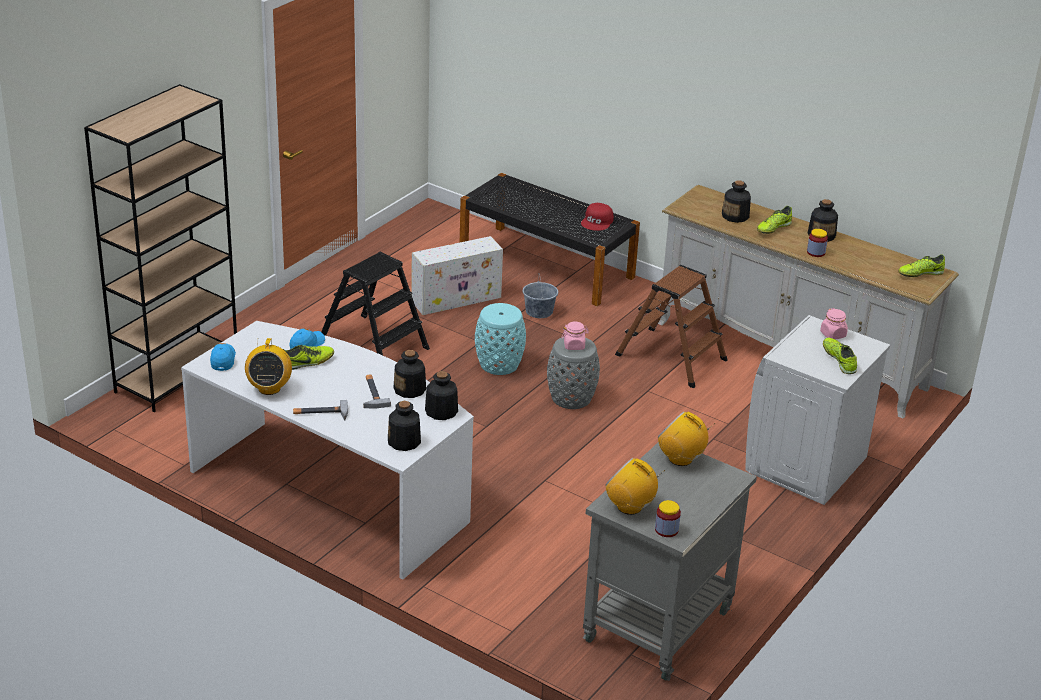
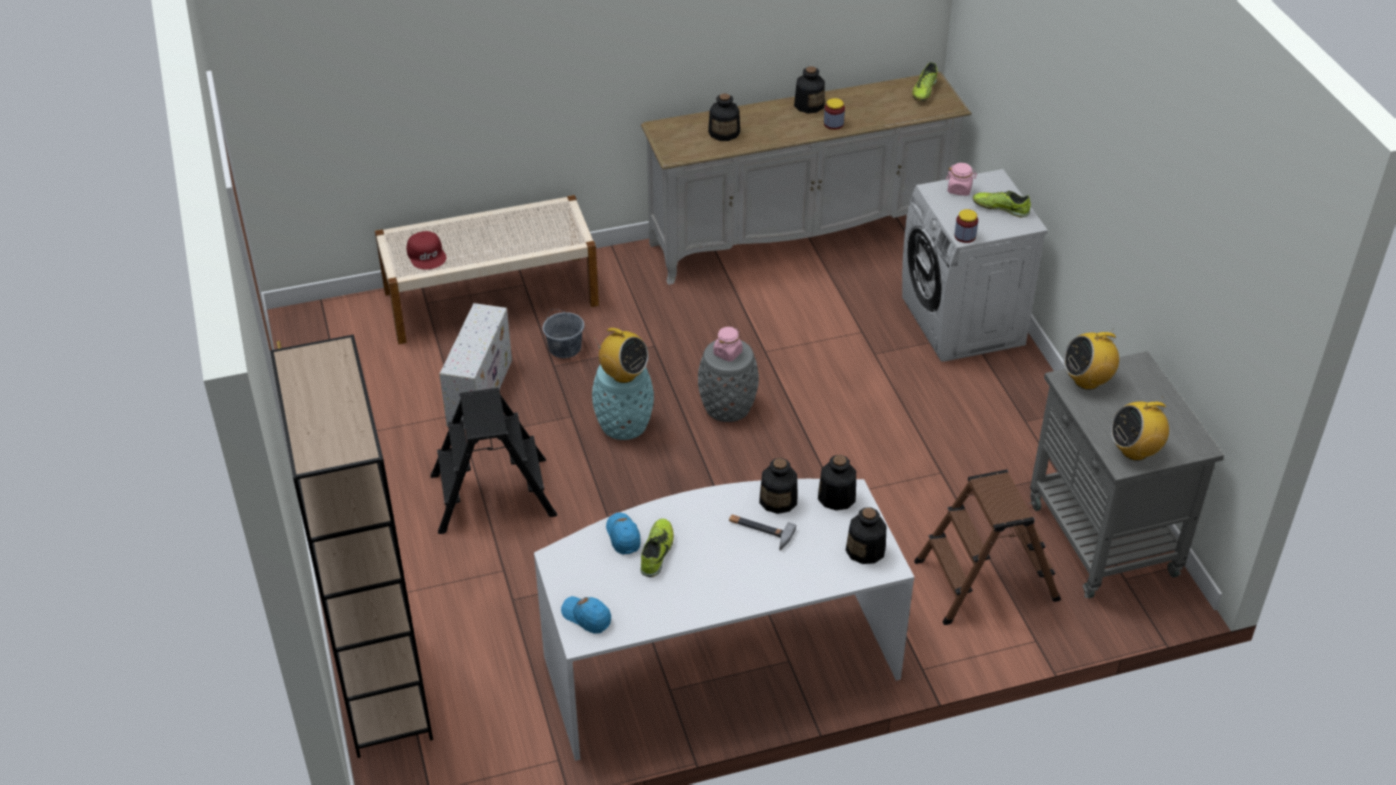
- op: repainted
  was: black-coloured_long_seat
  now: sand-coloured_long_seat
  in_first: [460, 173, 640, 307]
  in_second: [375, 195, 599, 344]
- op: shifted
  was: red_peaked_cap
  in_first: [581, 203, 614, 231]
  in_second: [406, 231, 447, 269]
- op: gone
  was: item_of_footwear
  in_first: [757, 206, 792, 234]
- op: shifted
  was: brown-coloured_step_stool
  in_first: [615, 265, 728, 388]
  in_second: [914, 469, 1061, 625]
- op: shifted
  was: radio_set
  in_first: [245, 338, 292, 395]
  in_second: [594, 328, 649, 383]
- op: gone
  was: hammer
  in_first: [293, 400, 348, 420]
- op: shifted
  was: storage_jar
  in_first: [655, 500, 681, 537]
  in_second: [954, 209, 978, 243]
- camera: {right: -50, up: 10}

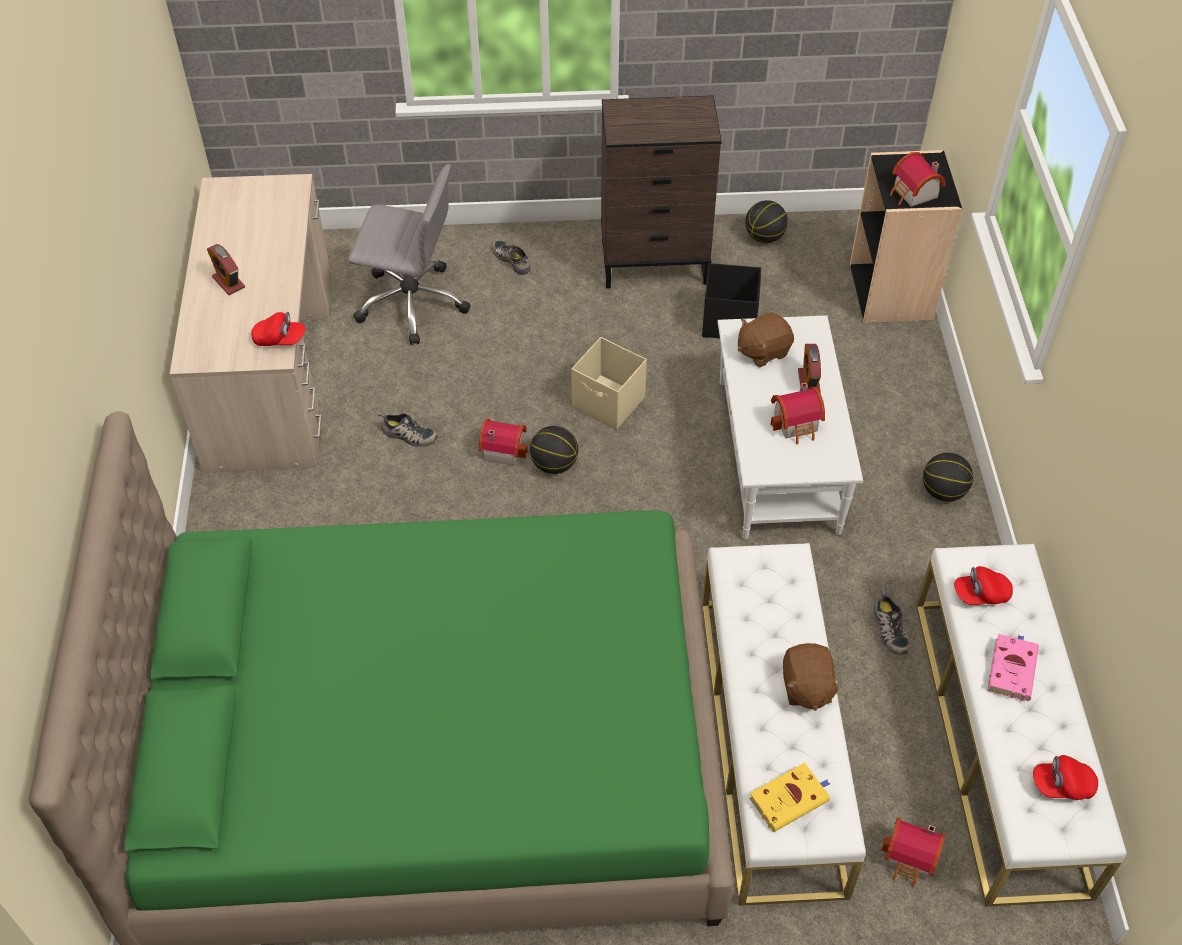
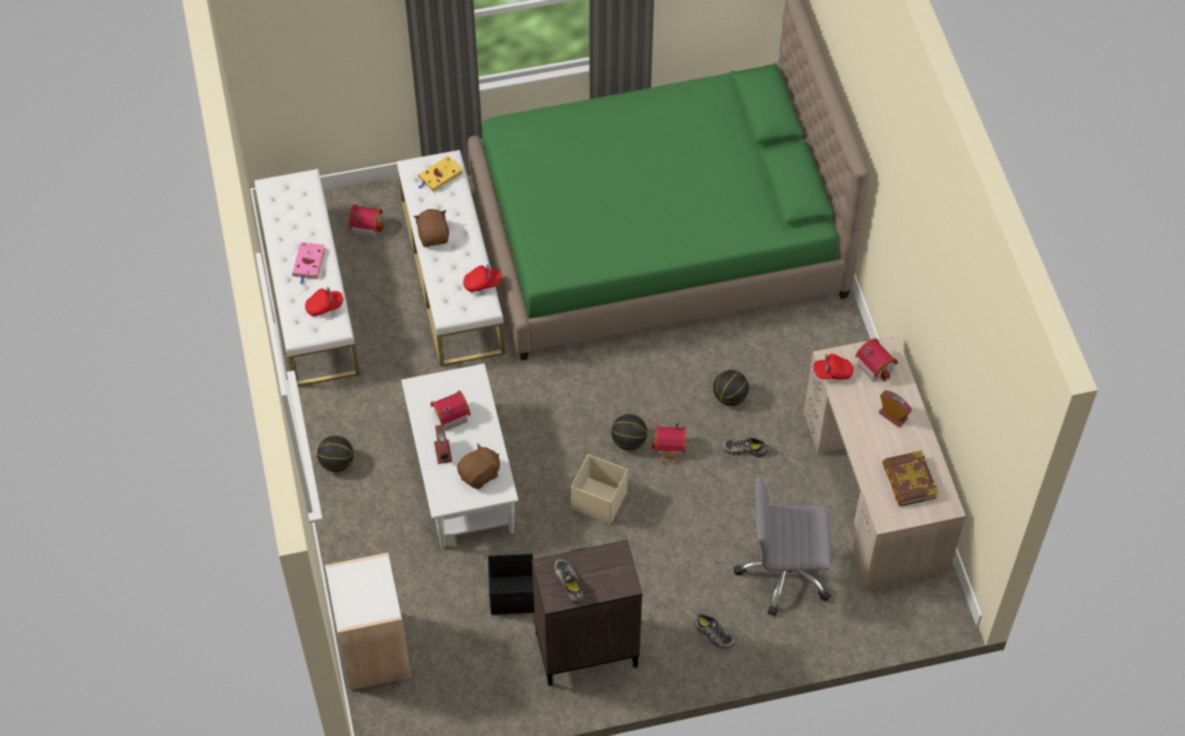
- op: repainted
  was: black-coloured_bookshelf
  now: white_bookshelf
  in_first: [850, 150, 962, 323]
  in_second: [325, 552, 411, 690]
- op: shifted
  was: model_house
  in_first: [890, 152, 946, 207]
  in_second: [855, 338, 898, 382]
- op: shifted
  was: ball_for_basketball
  in_first: [745, 200, 788, 243]
  in_second: [713, 370, 749, 406]
- op: shifted
  was: item_of_footwear
  in_first: [873, 589, 910, 655]
  in_second: [554, 559, 584, 604]
- op: shifted
  was: red_peaked_cap
  in_first: [1033, 755, 1098, 800]
  in_second: [463, 265, 501, 292]
- op: new
  now: volume
  in_second: [882, 450, 938, 507]
- camera: {right: 170, up: 5}

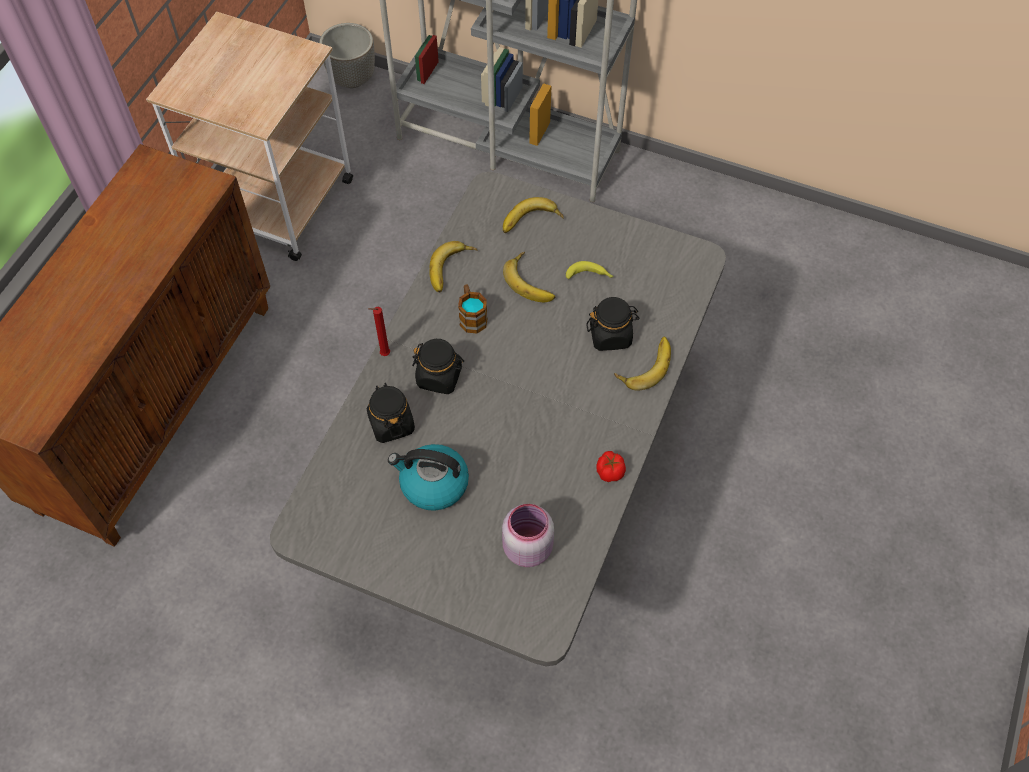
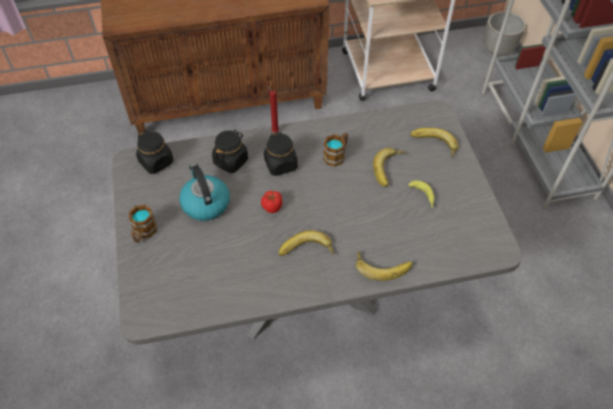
- op: shifted
  was: whole_banana
  in_first: [429, 241, 478, 292]
  in_second: [278, 230, 334, 256]
- op: shifted
  was: black-coloured_storage_jar
  in_first: [586, 297, 640, 351]
  in_second: [136, 130, 173, 174]
- op: shifted
  was: fresh_tomato
  in_first: [597, 451, 626, 482]
  in_second: [261, 190, 283, 213]
- op: gone
  was: pink_storage_jar
  in_first: [502, 504, 554, 567]
- op: new
  now: tea_mug
  in_second: [129, 205, 157, 243]
- camera: {right: 55, up: -5}

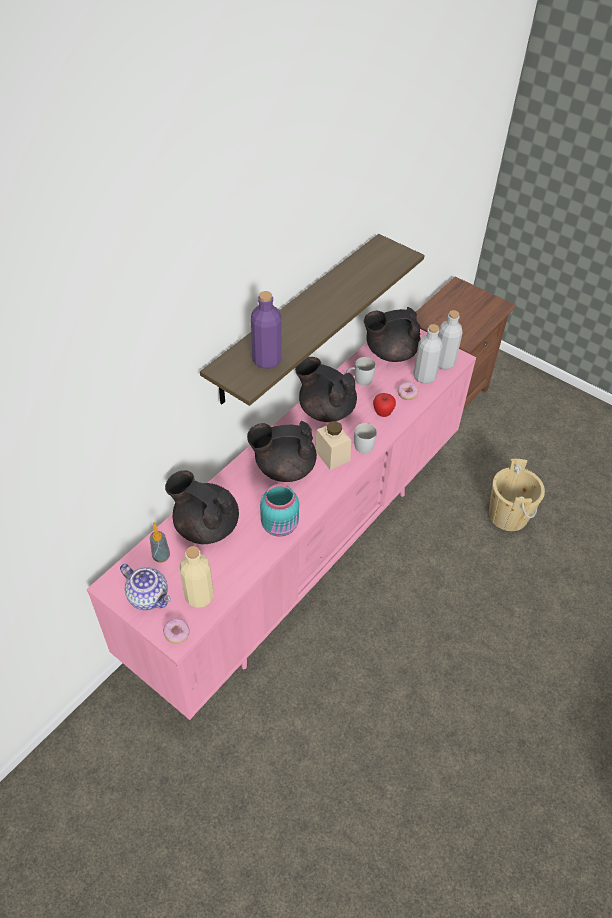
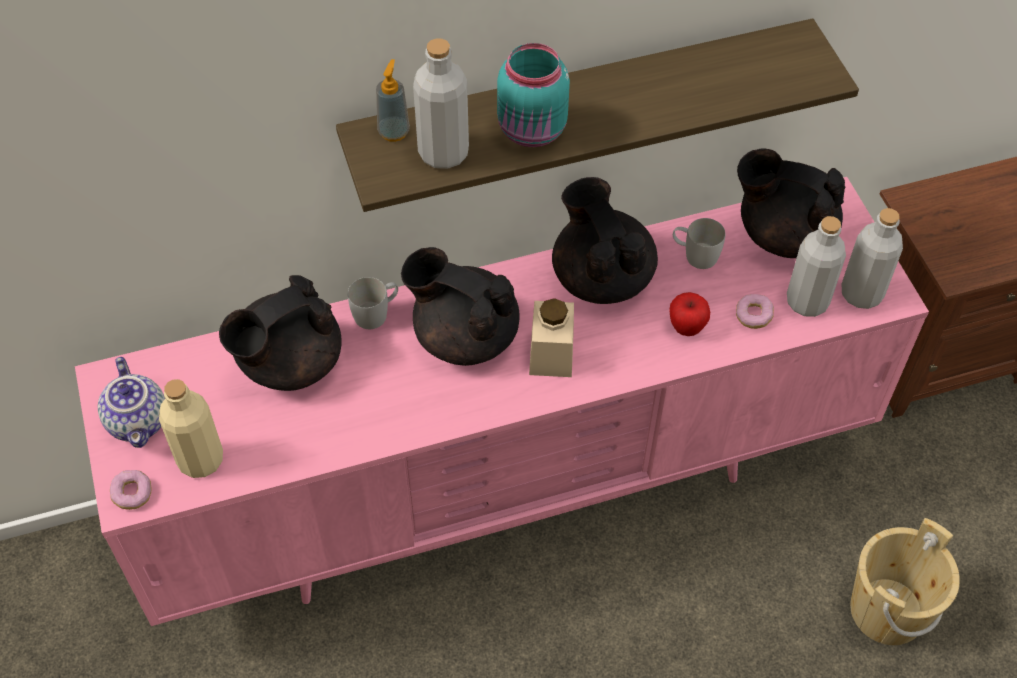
- op: repainted
  was: purple-coloured_drink_bottle
  now: gray_drink_bottle
  in_first: [251, 291, 281, 369]
  in_second: [413, 38, 469, 169]
- op: shifted
  was: white_tea_mug
  in_first: [354, 423, 377, 453]
  in_second: [348, 277, 398, 329]
- op: rotated
  was: black-coloured_teapot
  in_first: [165, 470, 239, 544]
  in_second: [219, 275, 342, 391]
  clockwise: -105
- op: shifted
  was: turquoise_storage_jar
  in_first: [260, 484, 299, 537]
  in_second: [497, 43, 570, 147]
- op: shifted
  was: liquid_soap_bottle
  in_first: [150, 522, 170, 563]
  in_second: [376, 59, 410, 142]
- camera: {right: 35, up: 5}

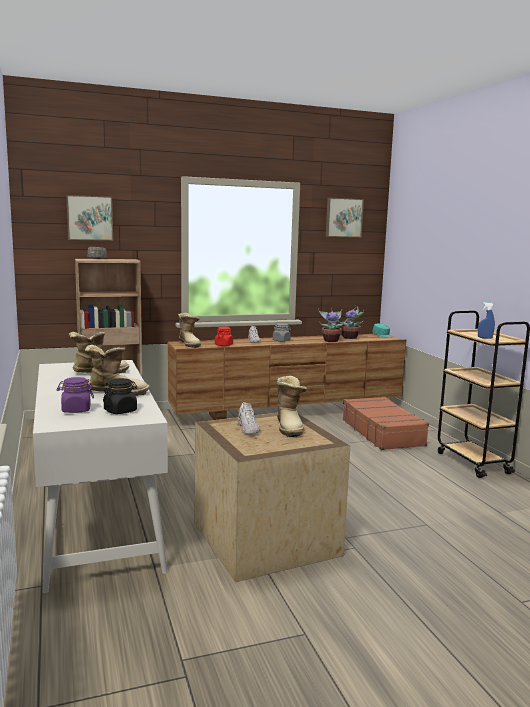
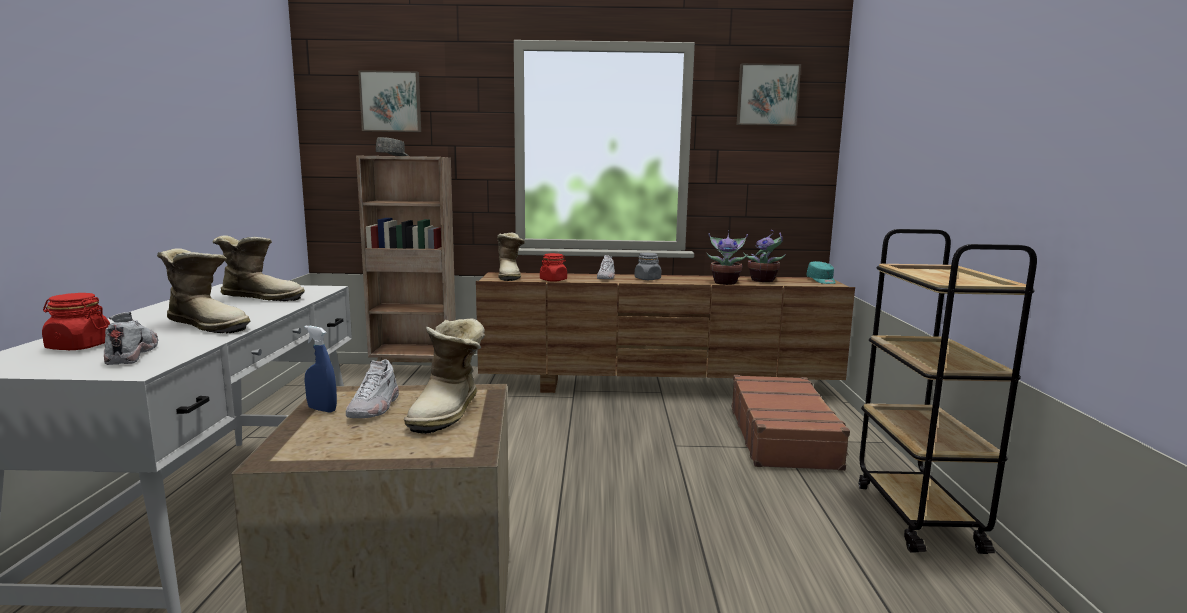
- op: shifted
  was: bluish_hand_sprayer
  in_first: [478, 302, 495, 339]
  in_second: [304, 326, 337, 413]
- op: repainted
  was: purple-coloured_storage_jar
  now: red_storage_jar
  in_first: [57, 377, 94, 413]
  in_second: [42, 293, 110, 350]
- op: swapped
  was: black-coloured_storage_jar
  now: white_item_of_footwear
  in_first: [103, 378, 137, 414]
  in_second: [104, 312, 158, 365]
- camera: {right: 20, up: 0}

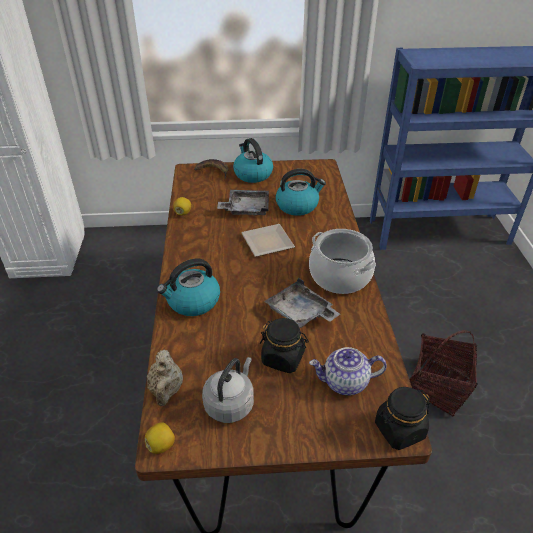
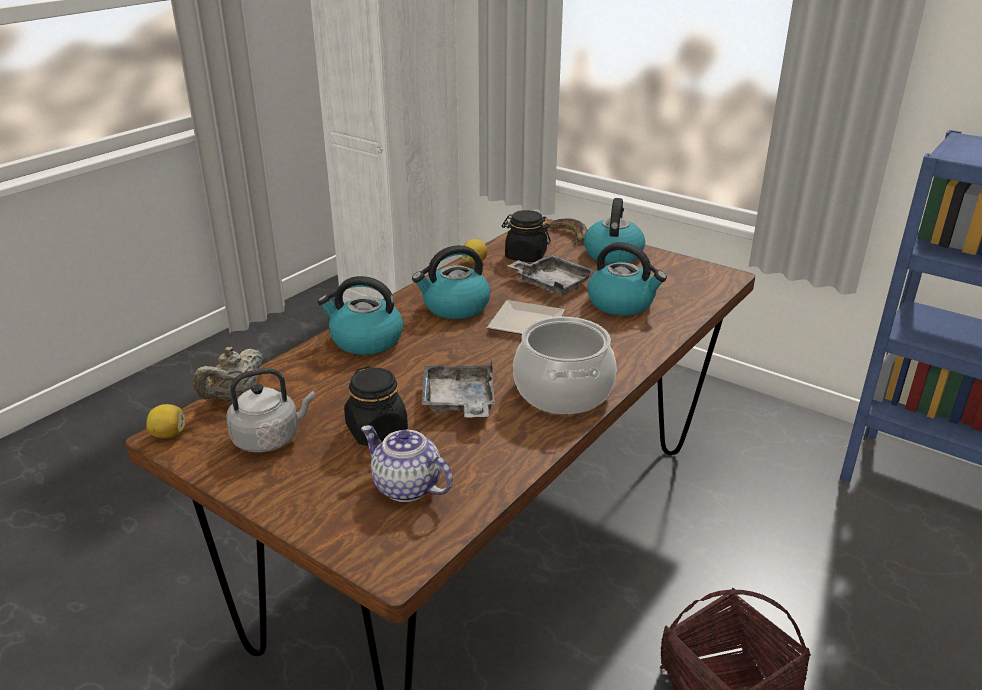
- op: shifted
  was: black-coloured_storage_jar
  in_first: [375, 387, 430, 450]
  in_second: [502, 210, 550, 262]
- op: new
  now: kettle
  in_second: [412, 245, 490, 319]
- camera: {right: 40, up: -10}

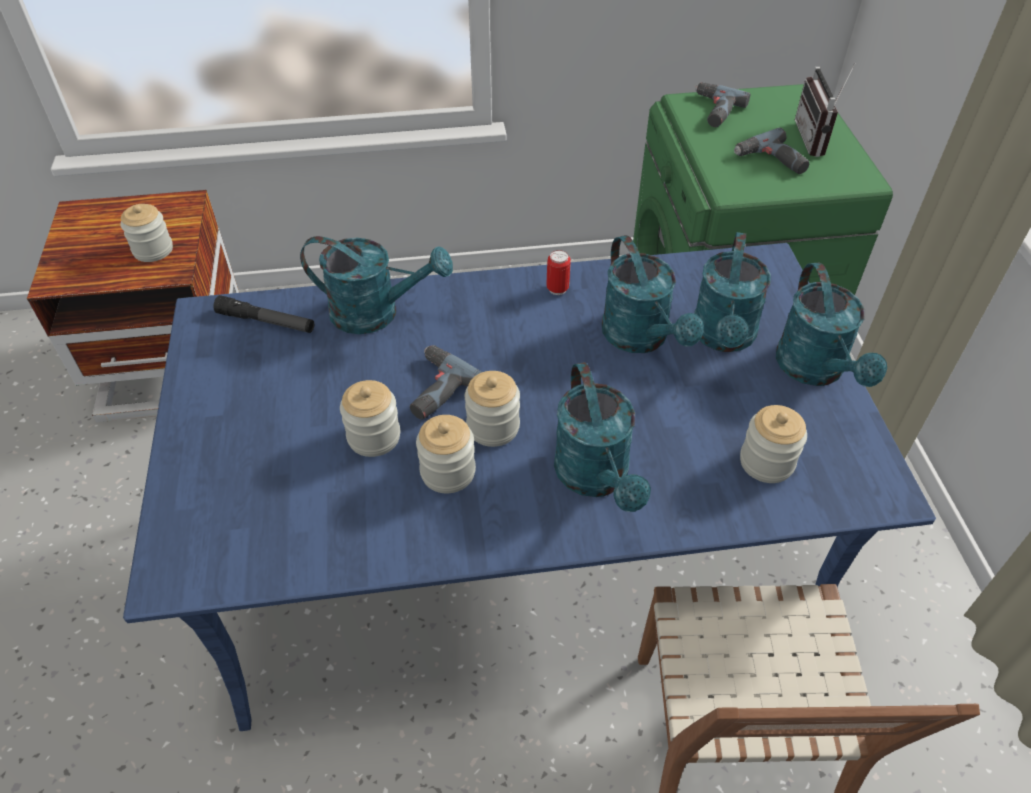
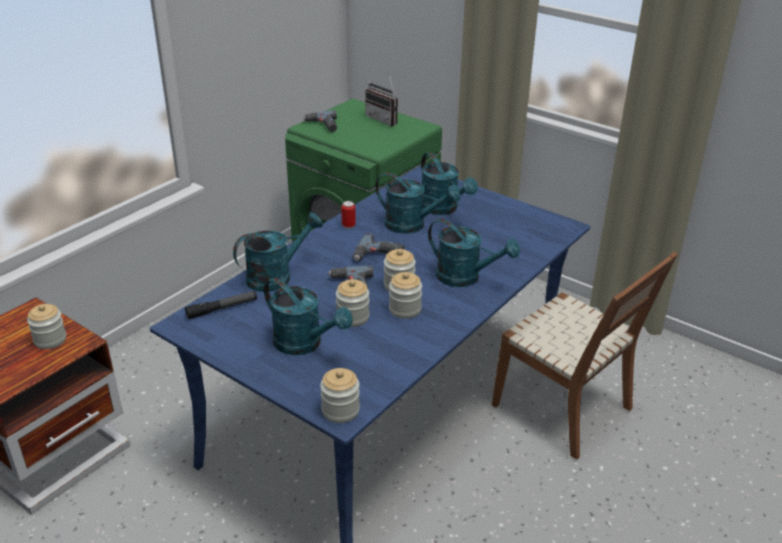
- op: shifted
  was: drill
  in_first: [734, 128, 809, 174]
  in_second: [353, 233, 404, 261]
- op: shifted
  was: turquoise_sprinkling_can
  in_first: [776, 262, 887, 387]
  in_second: [264, 278, 353, 355]
- op: shifted
  was: storage_jar
  in_first: [740, 405, 807, 483]
  in_second: [320, 368, 360, 423]
- camera: {right: -45, up: -15}

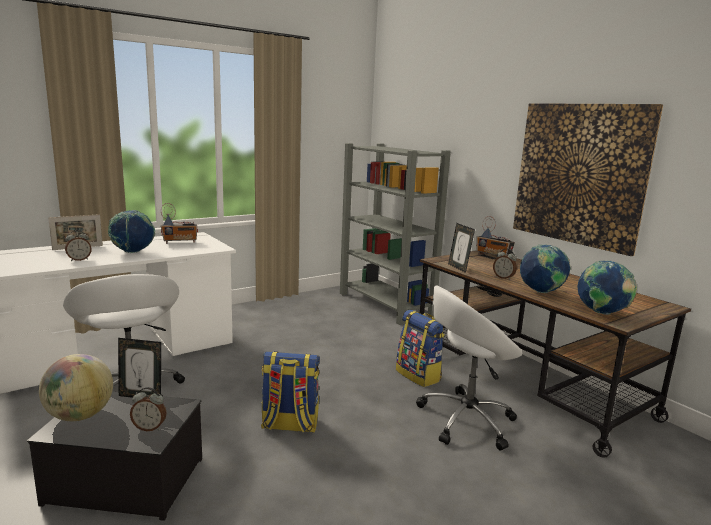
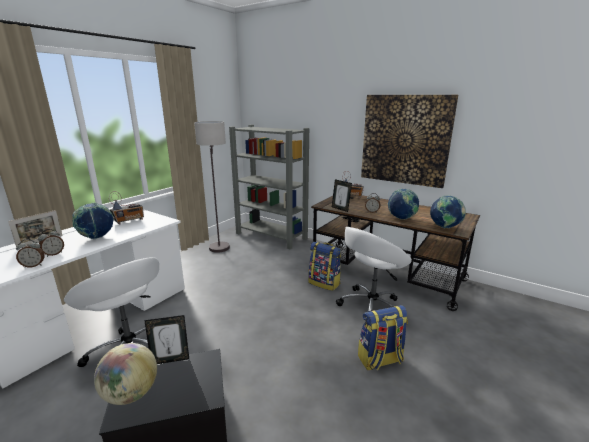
- op: shifted
  was: backpack
  in_first: [261, 352, 320, 433]
  in_second: [358, 305, 408, 370]
- op: shifted
  was: alarm_clock
  in_first: [130, 387, 166, 431]
  in_second: [16, 239, 45, 267]
- op: new
  now: gray_floor_lamp
  in_second: [194, 121, 230, 253]
- camera: {right: -20, up: 5}

